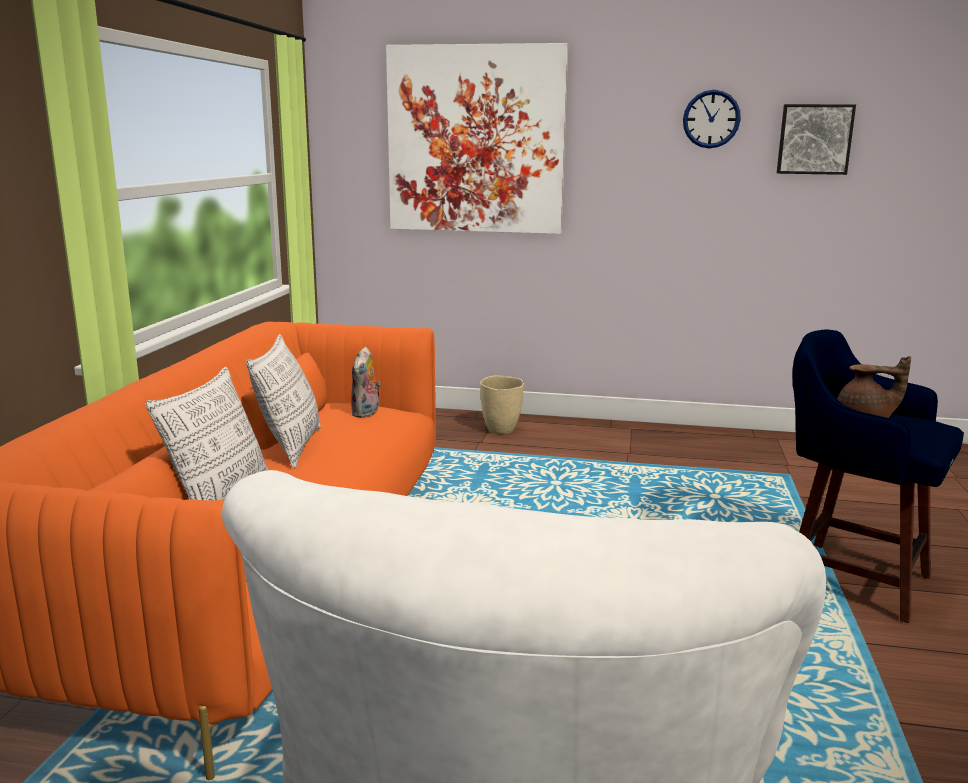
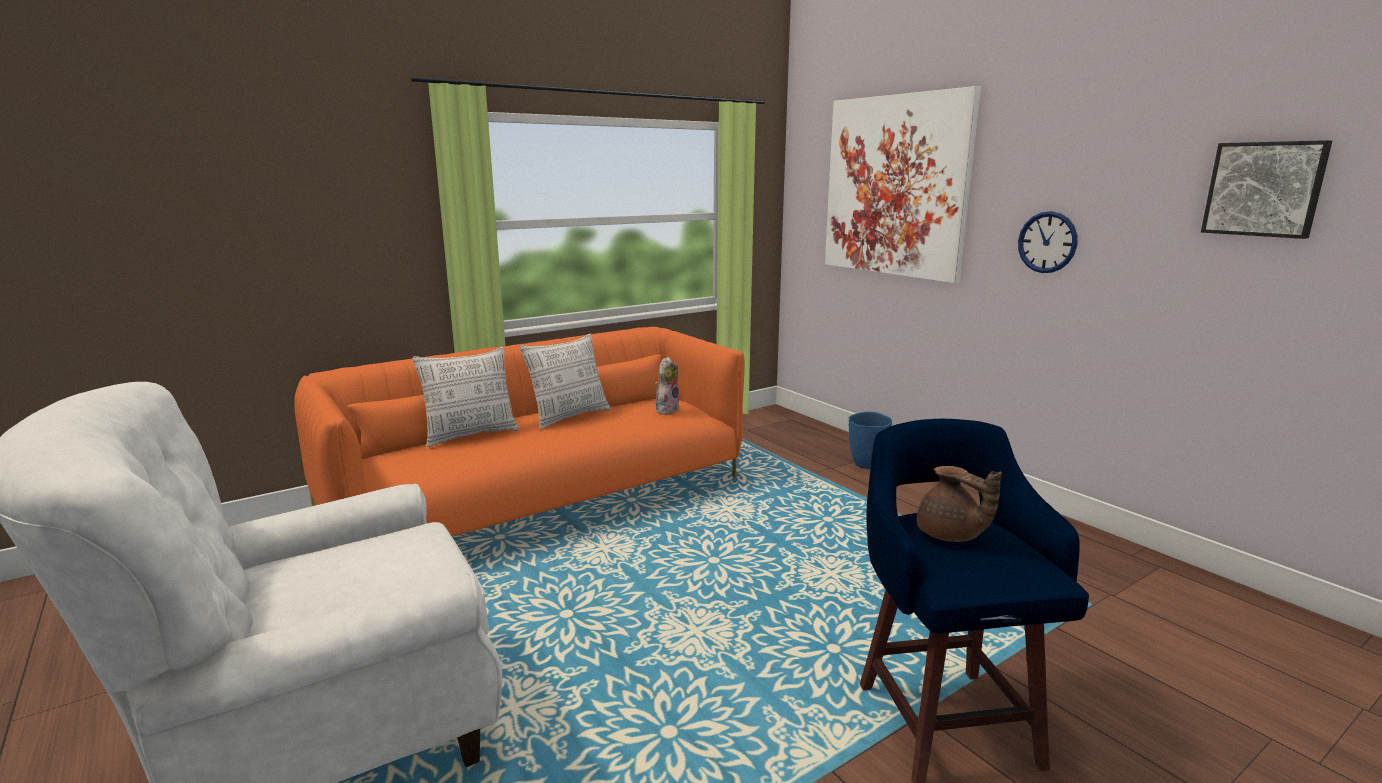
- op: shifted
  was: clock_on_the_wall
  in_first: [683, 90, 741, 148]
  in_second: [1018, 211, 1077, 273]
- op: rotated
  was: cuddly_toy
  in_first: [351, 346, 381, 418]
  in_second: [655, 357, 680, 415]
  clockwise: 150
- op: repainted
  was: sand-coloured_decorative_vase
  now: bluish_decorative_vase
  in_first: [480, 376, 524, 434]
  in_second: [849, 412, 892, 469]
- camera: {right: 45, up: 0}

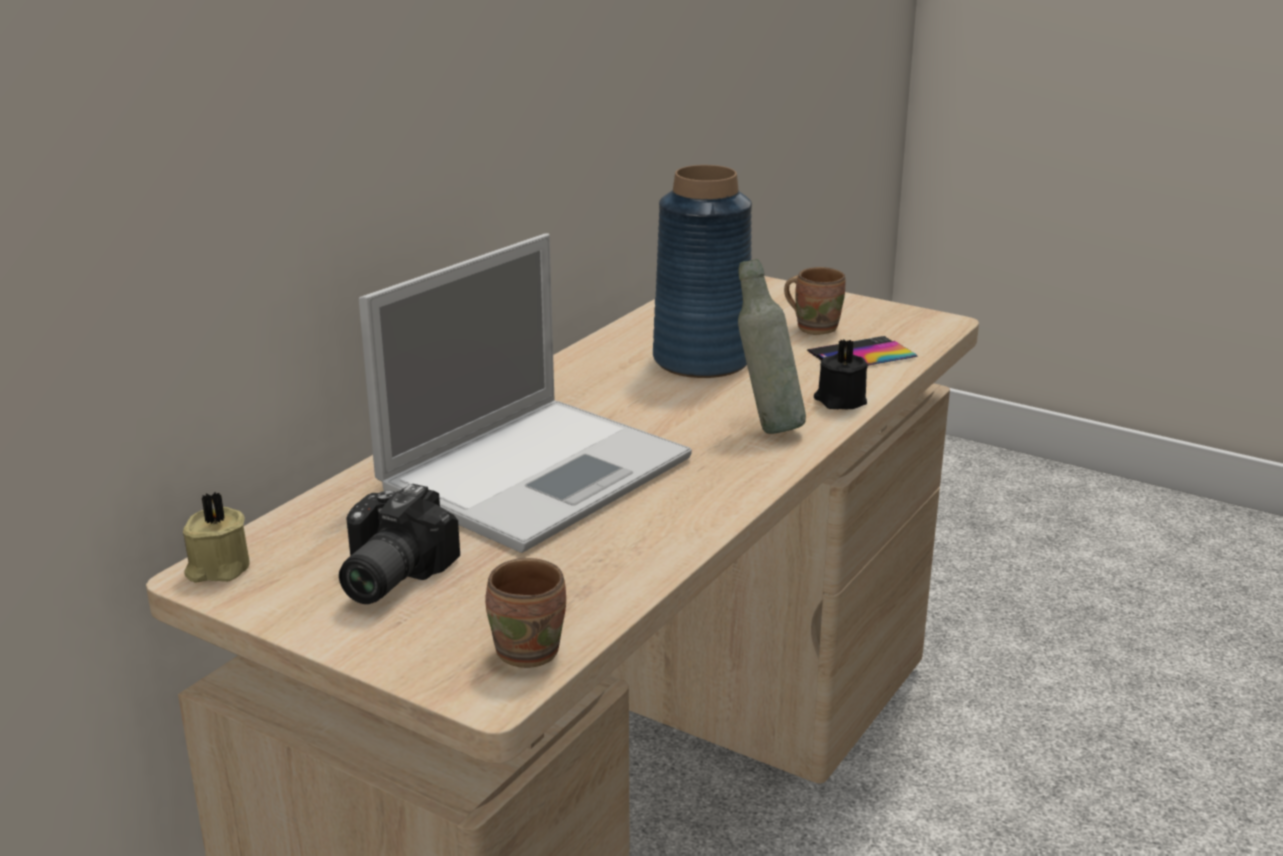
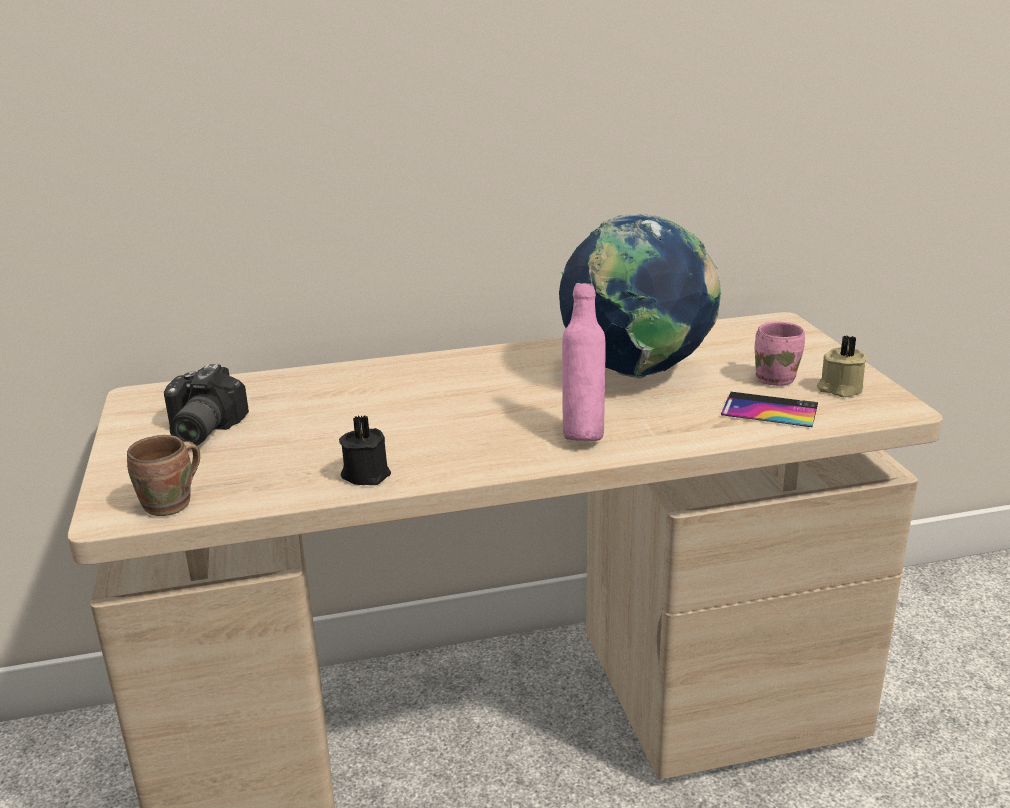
- op: swapped
  was: bluish_decorative_vase
  now: desk_globe
  in_first: [653, 165, 752, 378]
  in_second: [559, 214, 721, 379]
- op: gone
  was: laptop
  in_first: [359, 234, 692, 553]
- op: repainted
  was: gray_drink_bottle
  now: pink_drink_bottle
  in_first: [738, 259, 806, 434]
  in_second: [562, 283, 606, 441]
- op: repainted
  was: brown-coloured_tea_mug
  now: pink_tea_mug
  in_first: [784, 267, 846, 335]
  in_second: [755, 322, 805, 386]
- op: shifted
  was: black-coloured_candle
  in_first: [814, 339, 868, 409]
  in_second: [339, 415, 391, 485]
- op: rotated
  was: still_camera
  in_first: [339, 484, 460, 604]
  in_second: [164, 364, 249, 446]
  clockwise: -60
- op: shifted
  was: sand-coloured_candle
  in_first: [183, 492, 250, 583]
  in_second: [817, 336, 867, 397]
- camera: {right: 45, up: 0}

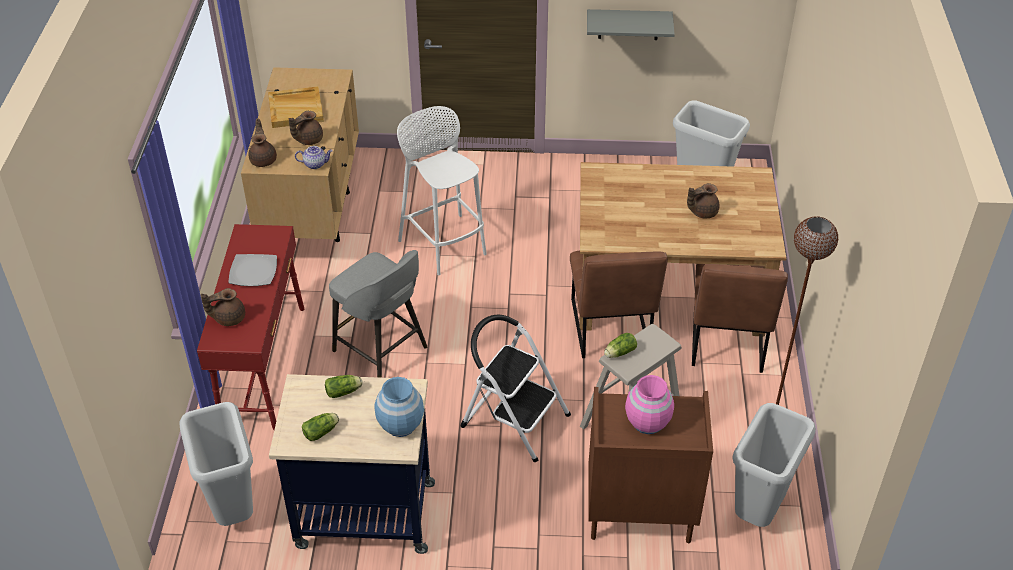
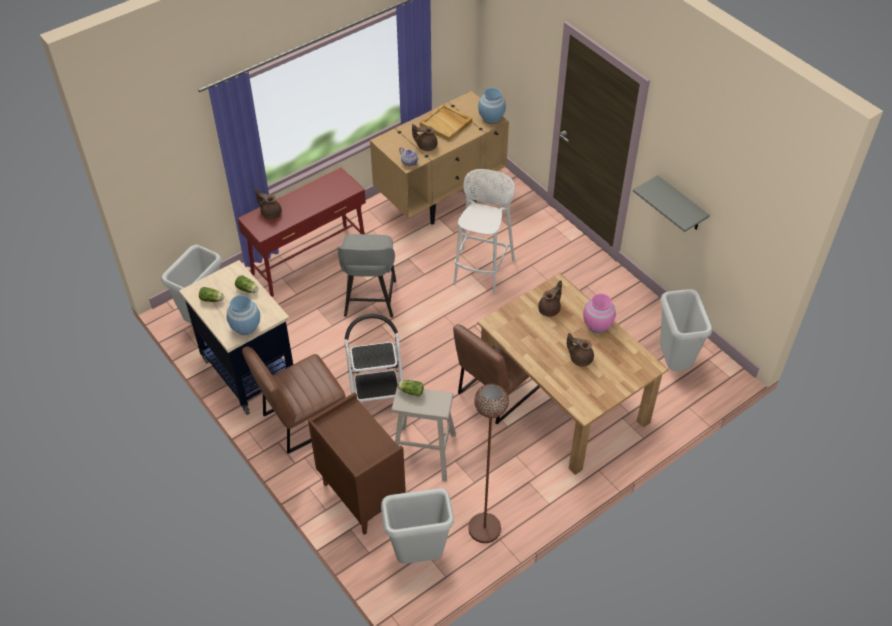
- op: shifted
  was: brown-coloured_teapot
  in_first: [249, 118, 277, 167]
  in_second: [538, 280, 562, 317]
- op: gone
  was: dinner_plate
  in_first: [228, 254, 277, 286]
- op: shifted
  was: brown-coloured_upright_chair
  in_first: [692, 264, 788, 373]
  in_second: [242, 346, 346, 454]
- op: shifted
  was: pink_decorative_vase
  in_first: [625, 375, 674, 434]
  in_second: [583, 294, 616, 333]
- op: new
  now: bluish_decorative_vase
  in_second: [478, 87, 506, 124]
- camera: {right: 50, up: 5}

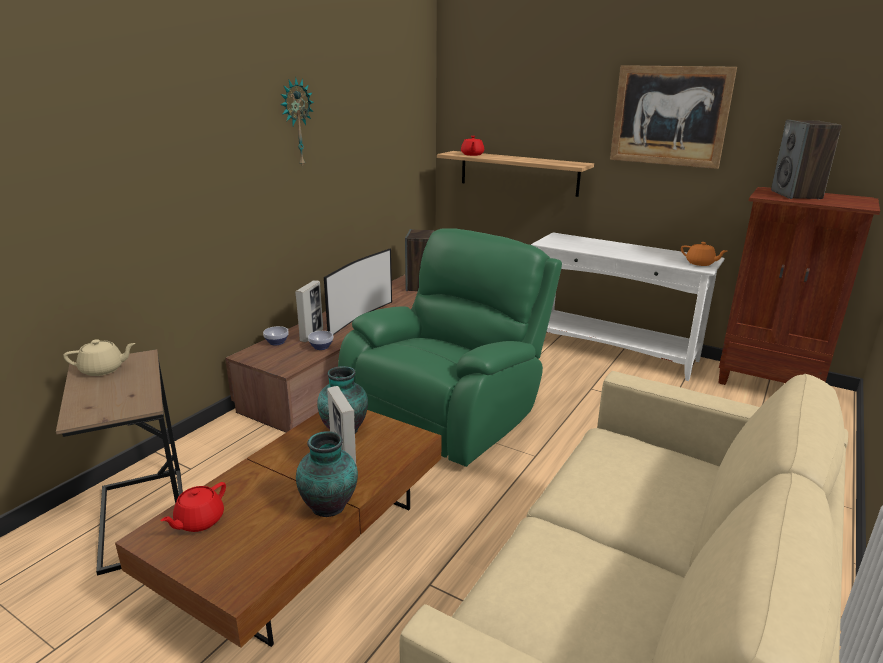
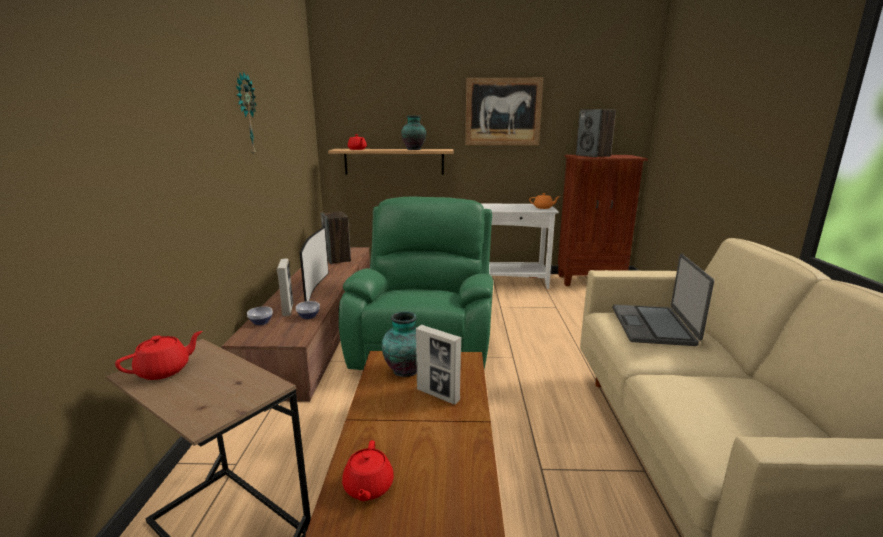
- op: repainted
  was: sand-coloured_teapot
  now: red_teapot
  in_first: [63, 339, 136, 376]
  in_second: [115, 331, 202, 380]
- op: shifted
  was: decorative_vase
  in_first: [296, 431, 358, 517]
  in_second: [401, 115, 426, 150]
- op: new
  now: laptop
  in_second: [613, 254, 714, 346]
- camera: {right: -30, up: -5}

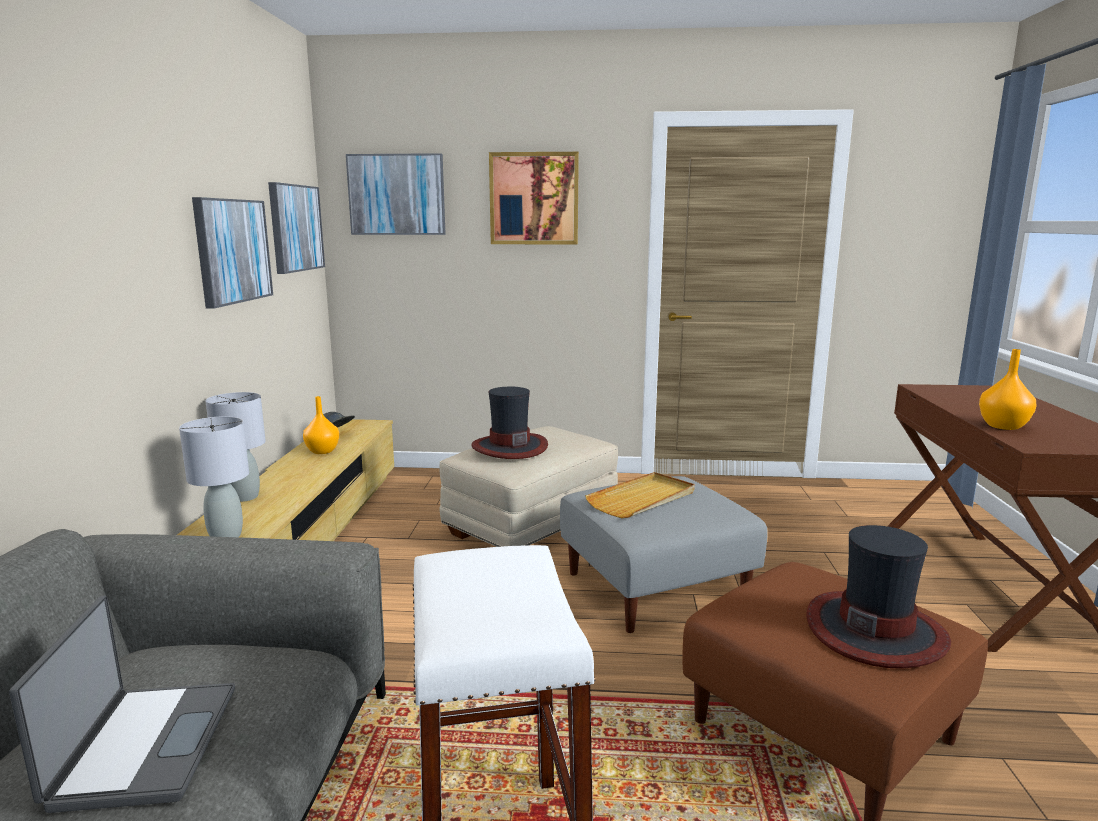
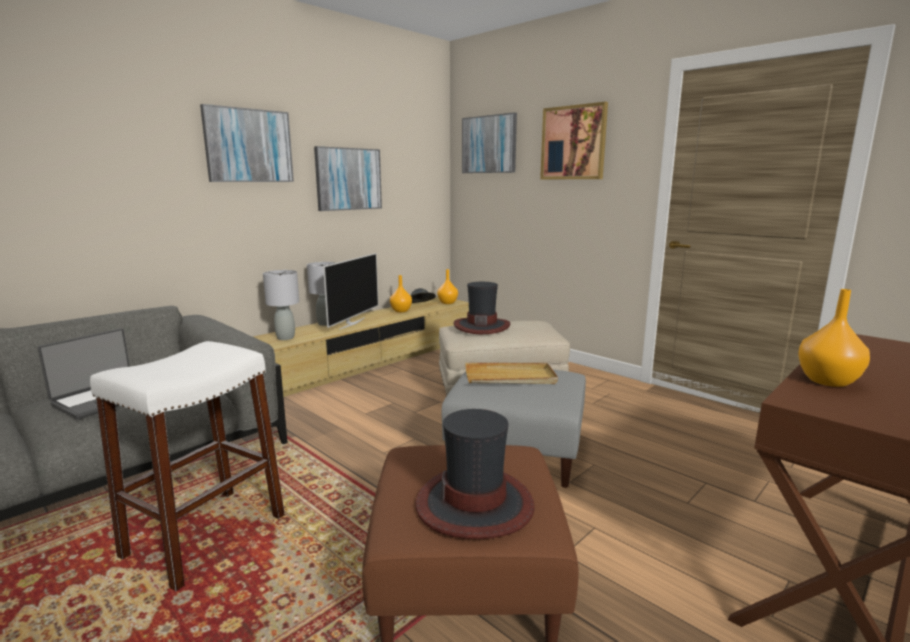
- op: shifted
  was: wall_picture
  in_first: [268, 182, 325, 274]
  in_second: [200, 104, 294, 182]
- op: new
  now: television
  in_second: [323, 253, 378, 330]
- op: new
  now: orange_decorative_vase
  in_second: [437, 269, 458, 304]
- camera: {right: 40, up: 0}

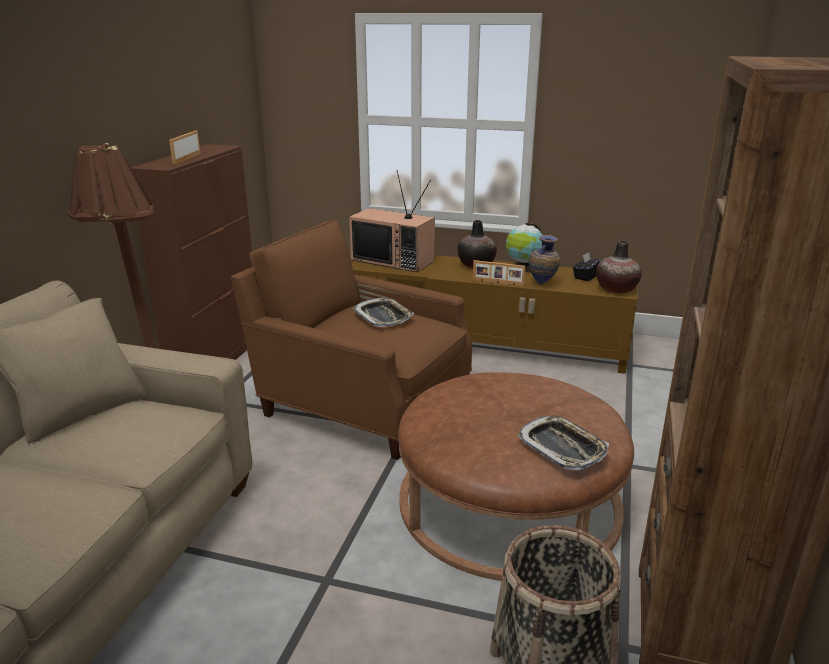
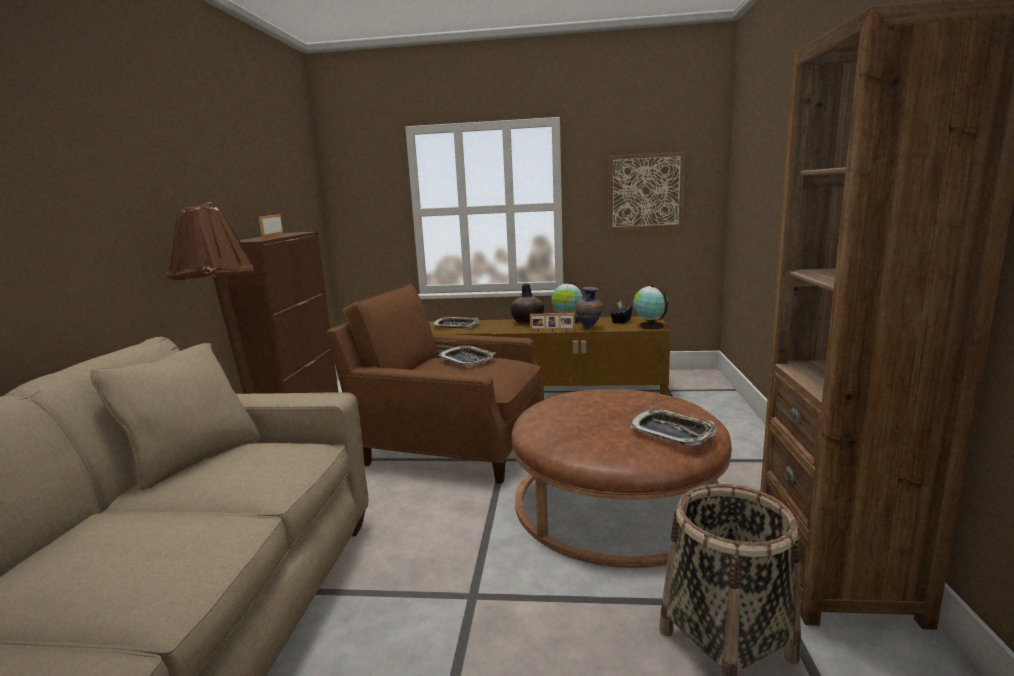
- op: swapped
  was: television
  now: tray
  in_first: [349, 171, 435, 272]
  in_second: [433, 317, 479, 329]
- op: swapped
  was: decorative_vase
  now: desk_globe
  in_first: [596, 240, 641, 294]
  in_second: [633, 285, 668, 329]
- op: new
  now: wall_picture
  in_second: [609, 152, 685, 231]
- camera: {right: -10, up: -10}

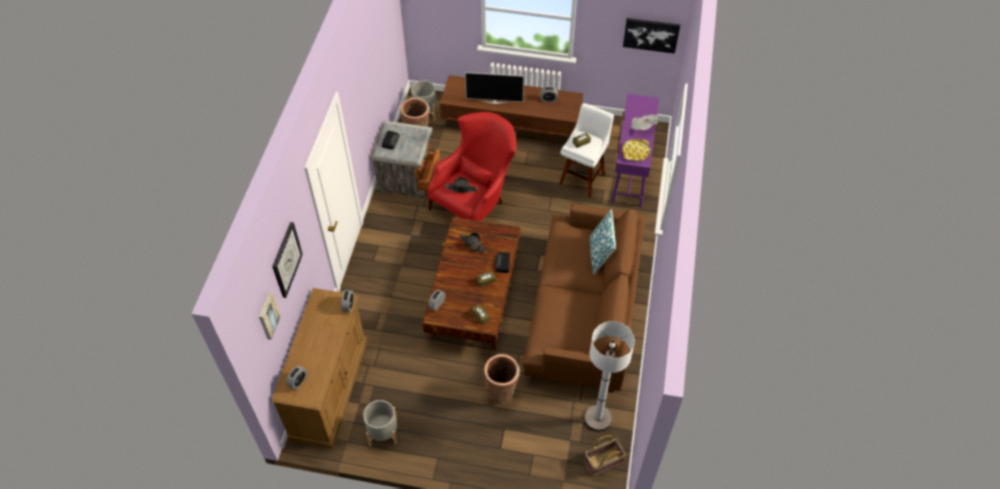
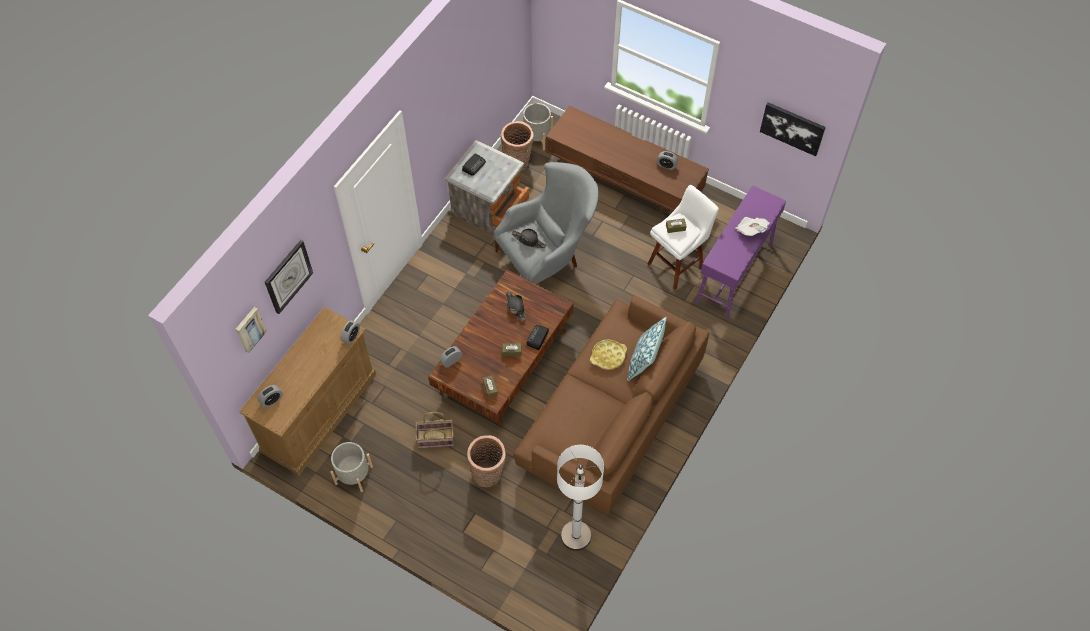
- op: gone
  was: television
  in_first: [465, 72, 524, 104]
- op: repainted
  was: red_lounge_chair
  now: gray_lounge_chair
  in_first: [427, 112, 517, 221]
  in_second: [494, 162, 599, 284]
- op: shifted
  was: yellow-coloured_tray
  in_first: [622, 139, 650, 161]
  in_second: [590, 339, 627, 370]
- op: shifted
  was: household_basket
  in_first: [584, 435, 626, 476]
  in_second: [415, 412, 454, 449]
- camera: {right: 20, up: 5}

